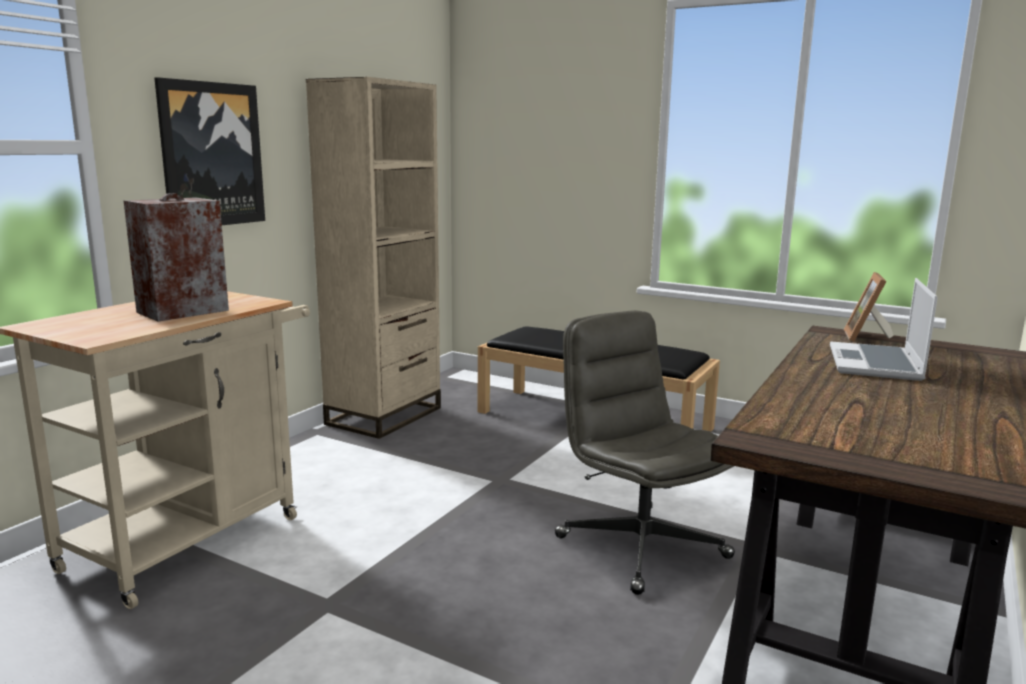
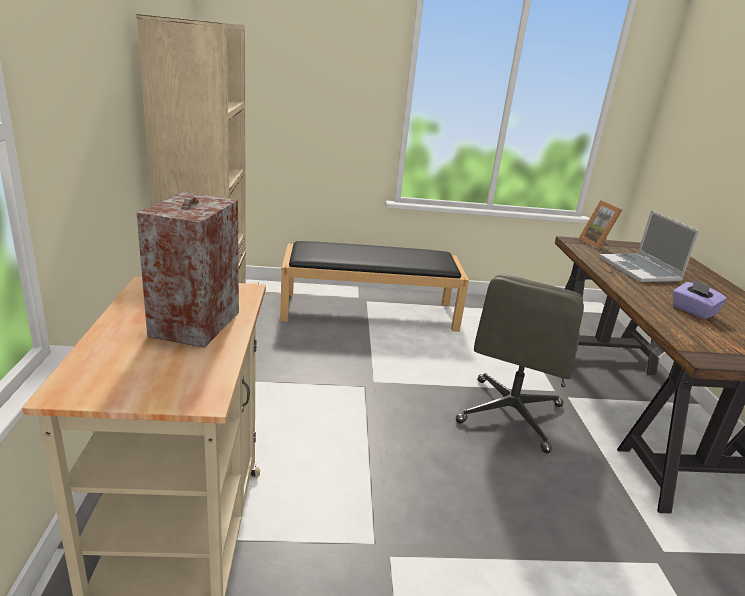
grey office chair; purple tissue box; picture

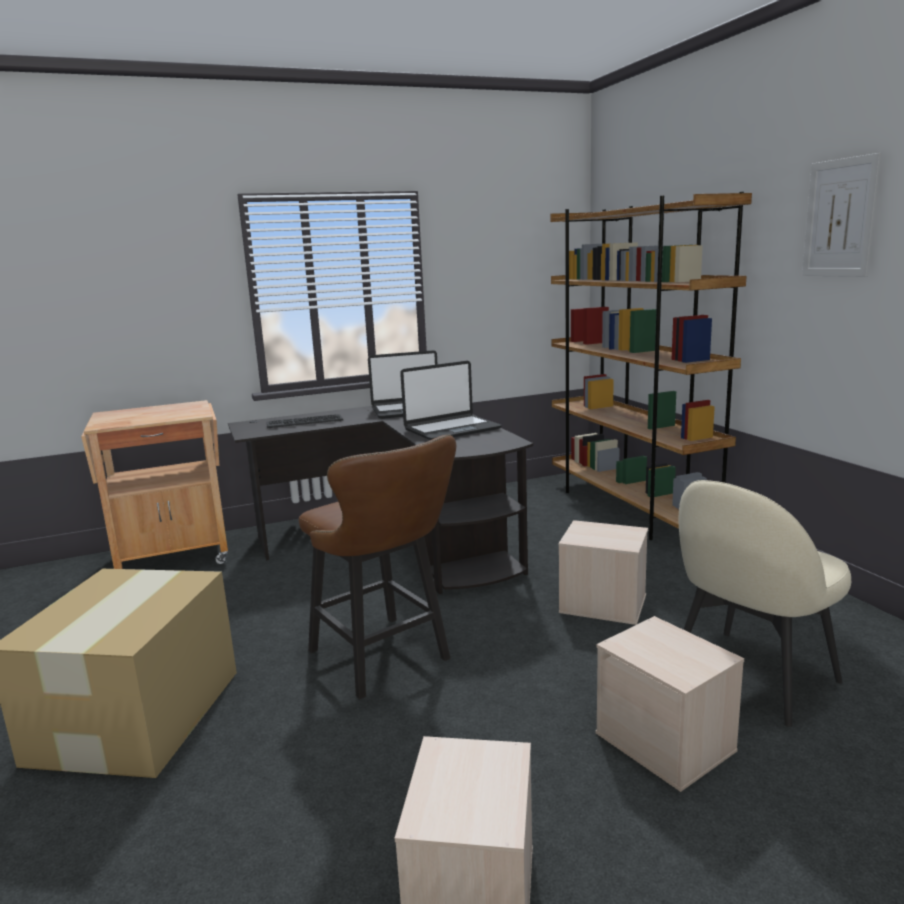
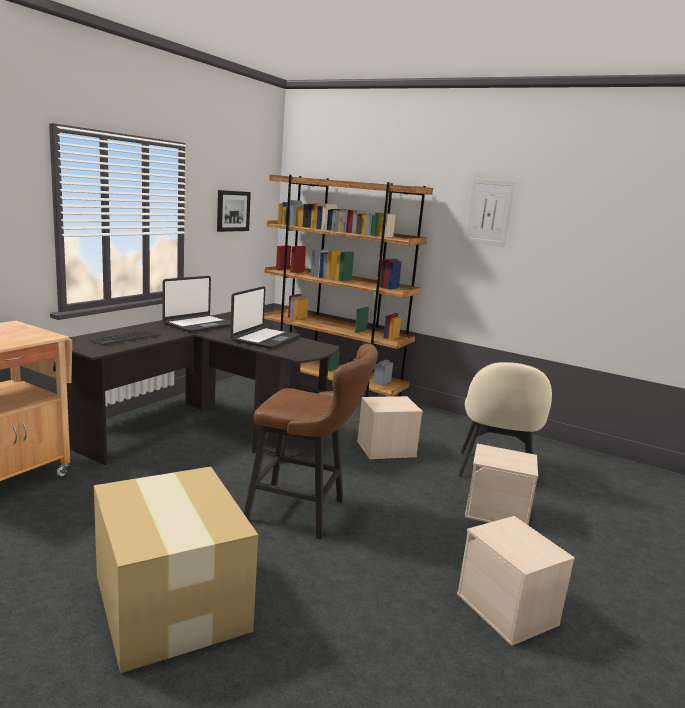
picture (1st from left)

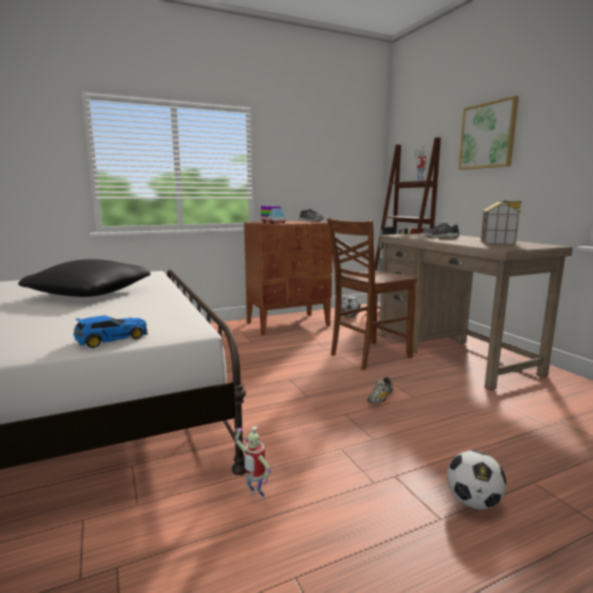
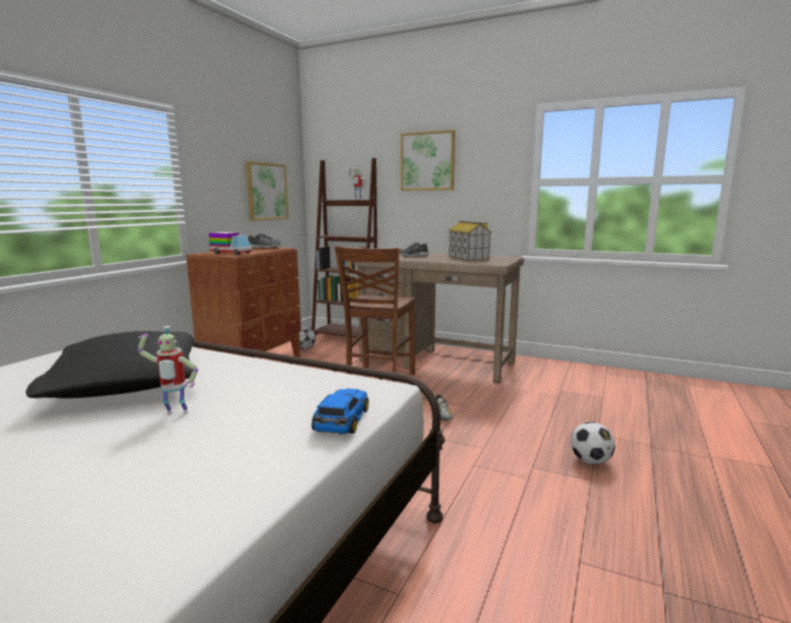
toy robot (1st from left); picture (1st from left)

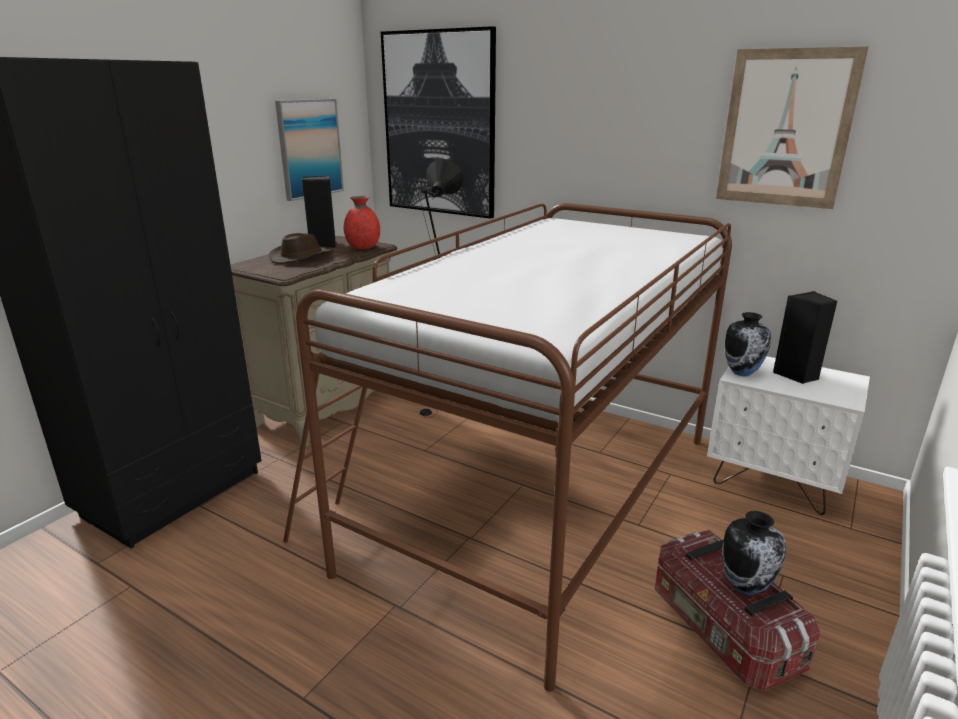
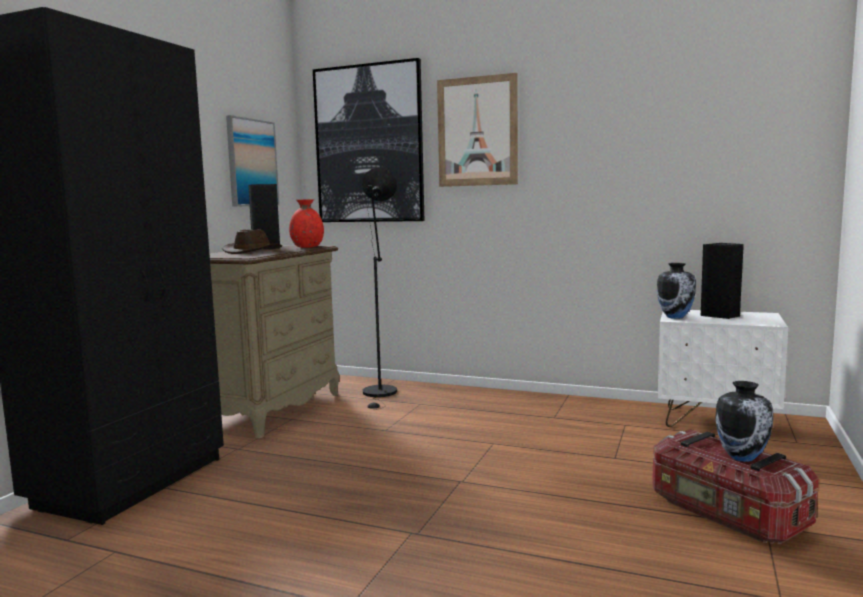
picture (3rd from left); brown bed

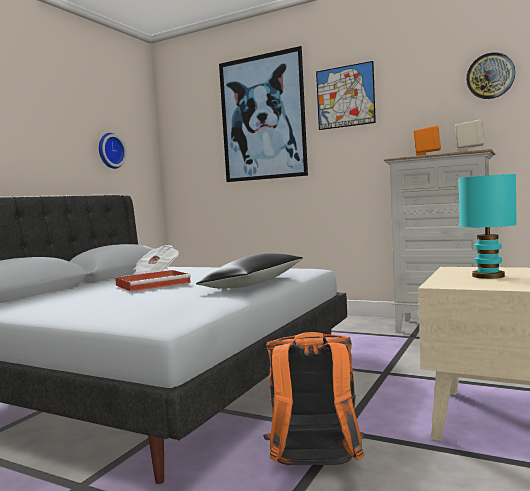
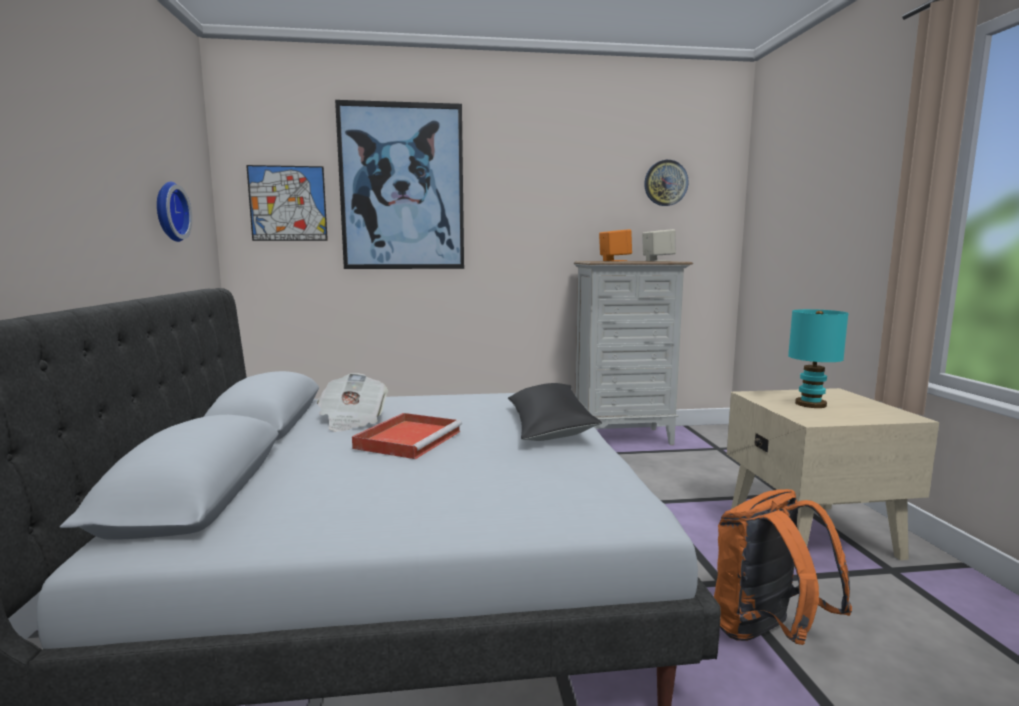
picture (1st from left)

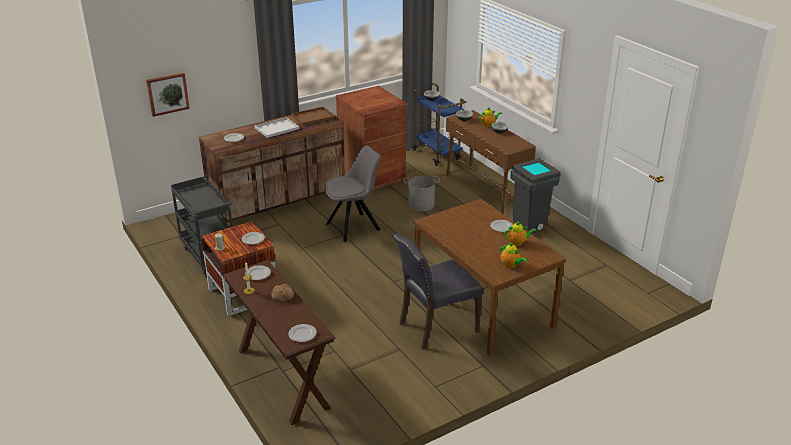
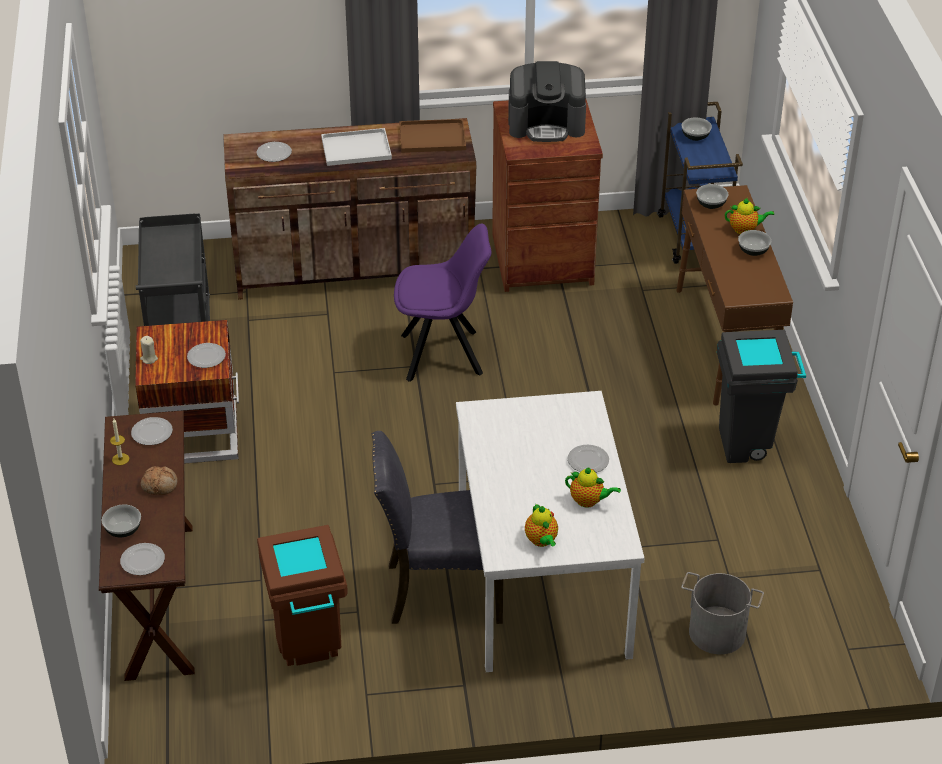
bowl (1st from left); brown trash can; purple chair; white dining table; coffee machine; grey bucket; picture

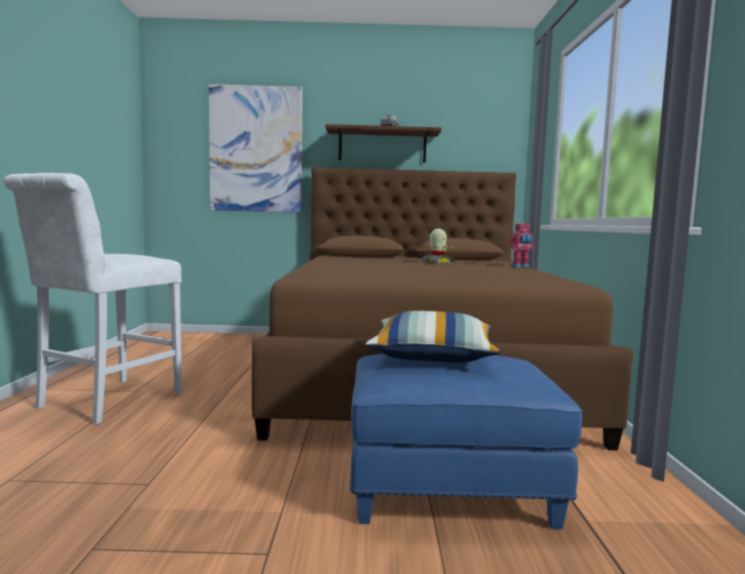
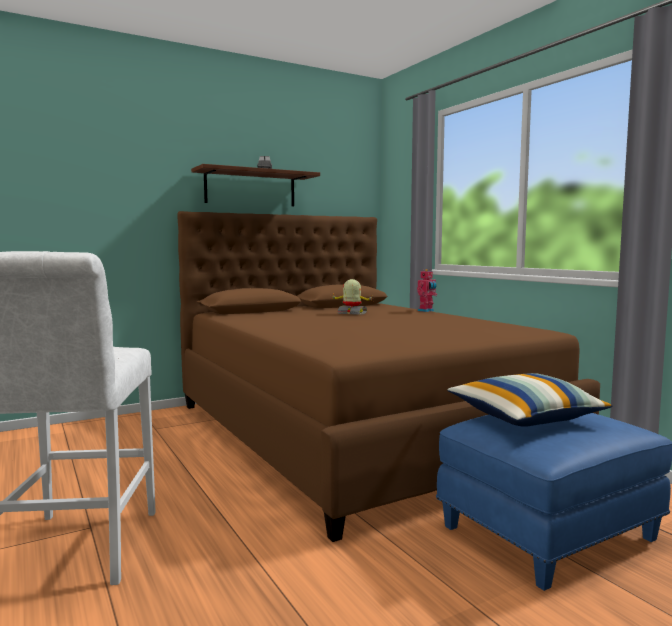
picture

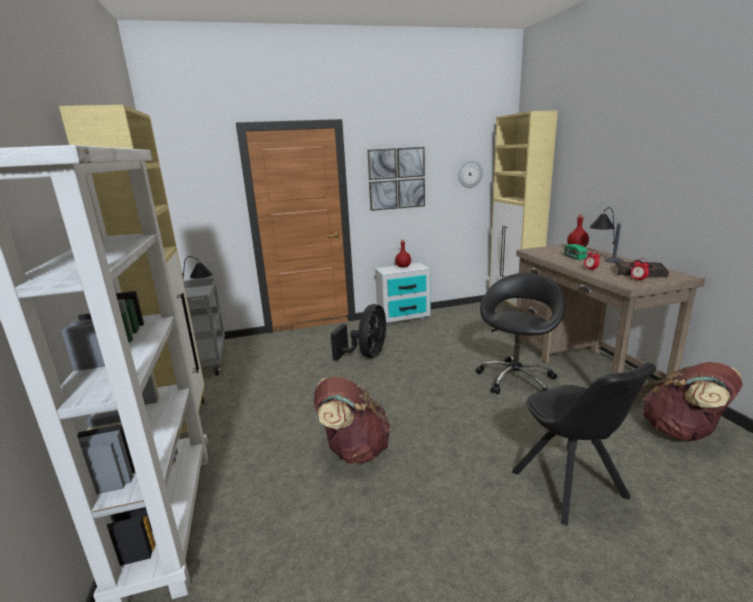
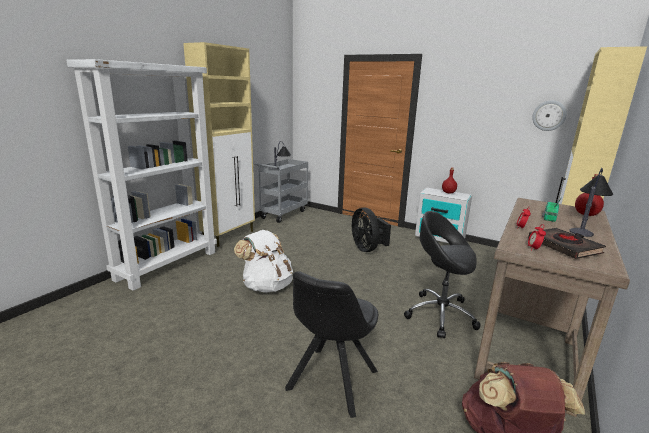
white backpack; black fan; black office chair; picture

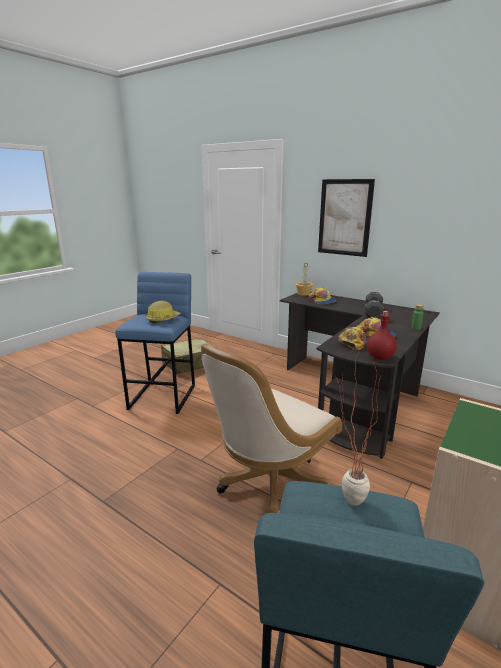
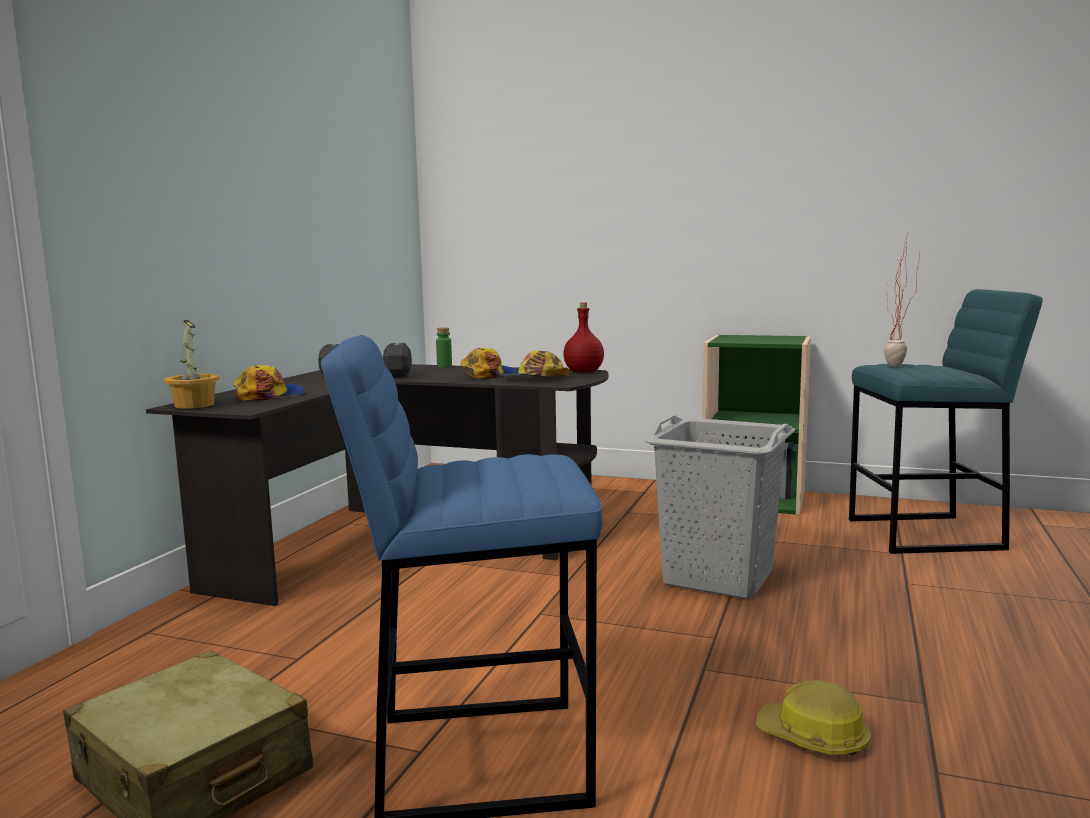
grey laundry basket; hard hat; picture

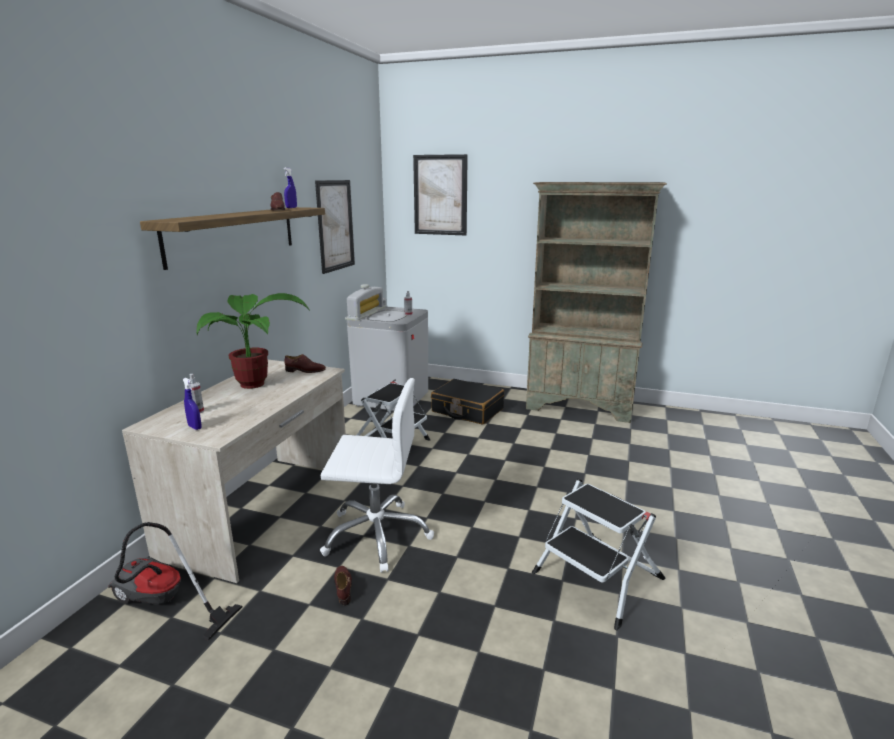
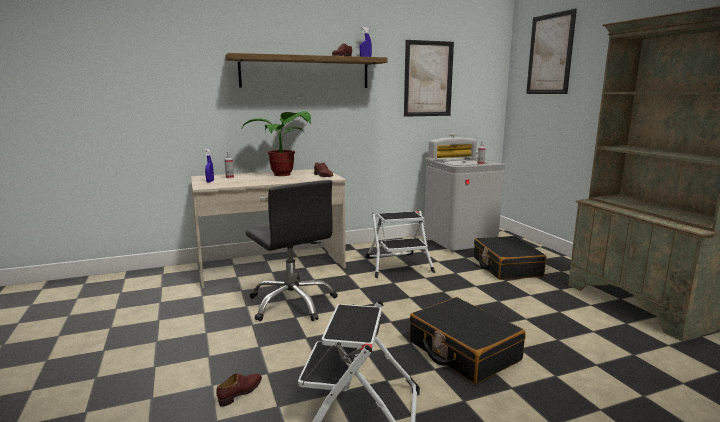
brown shoe (1st from left); black office chair; black suitcase (1st from left); vacuum cleaner

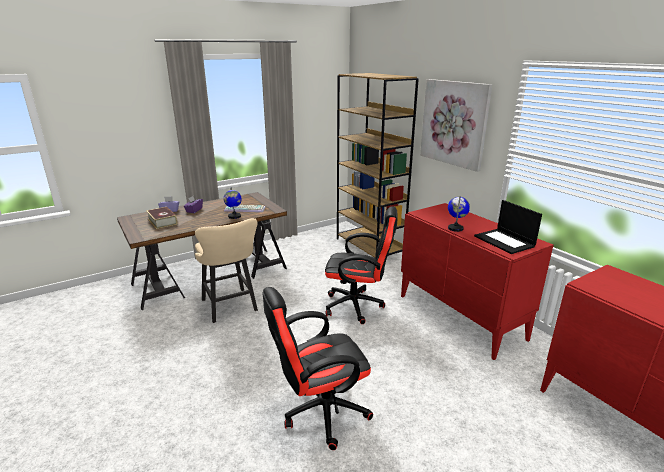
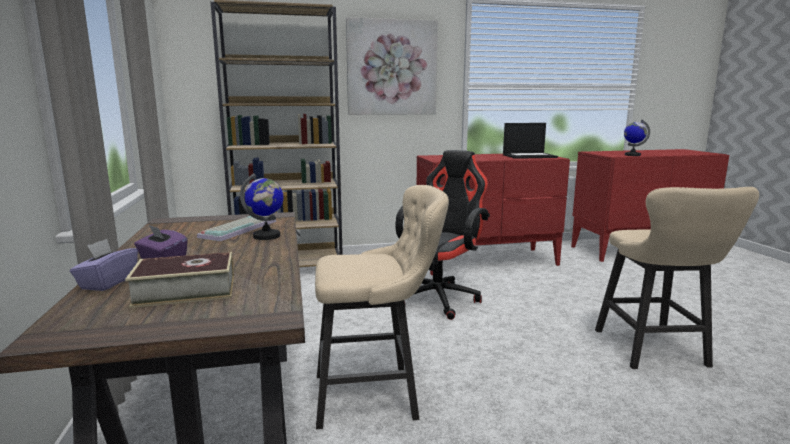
beige stool (2nd from left); globe (2nd from left)

